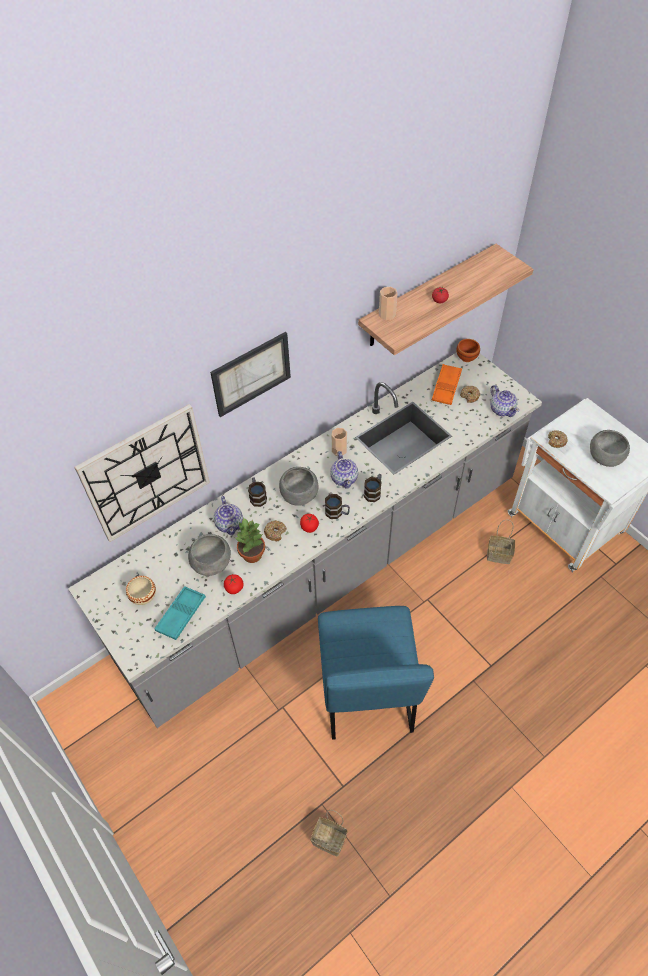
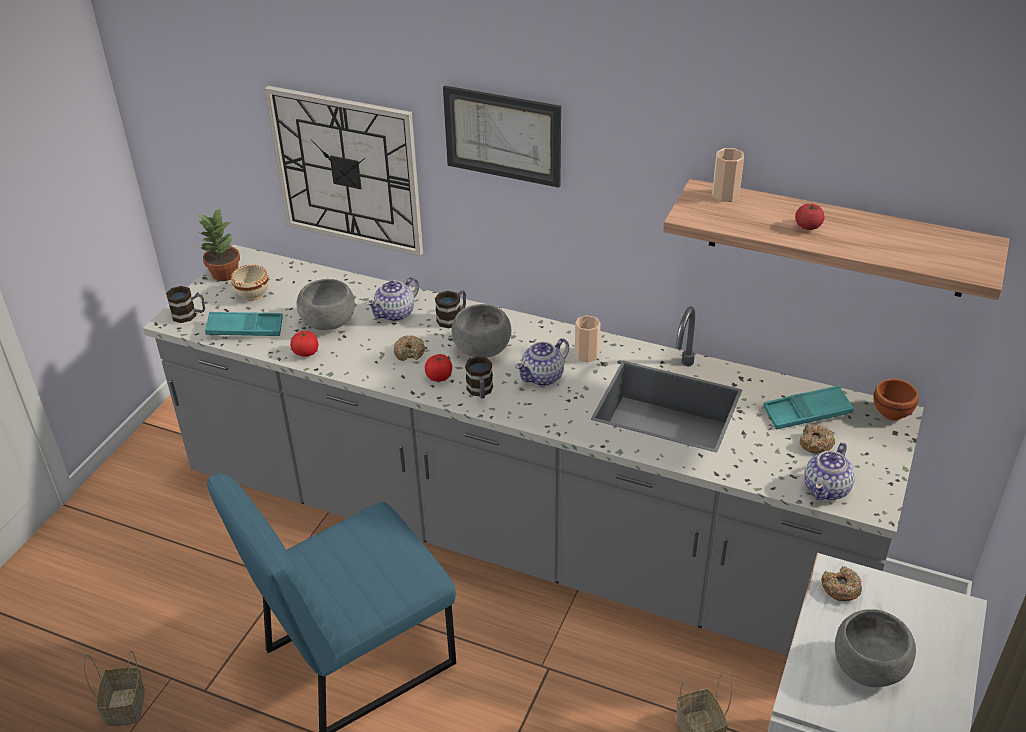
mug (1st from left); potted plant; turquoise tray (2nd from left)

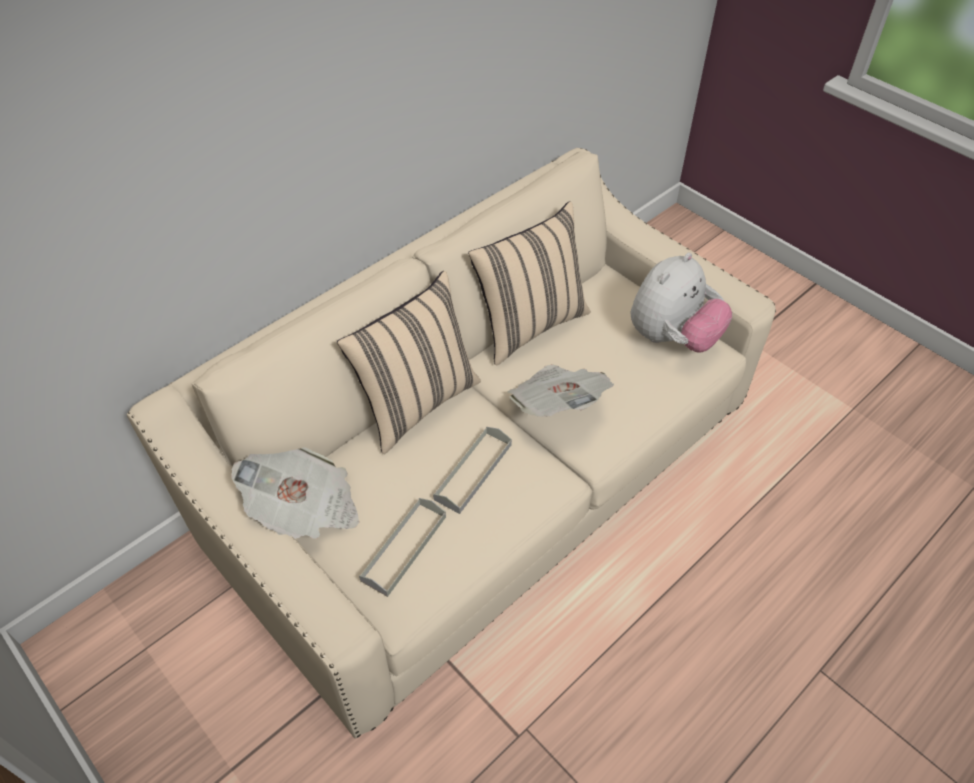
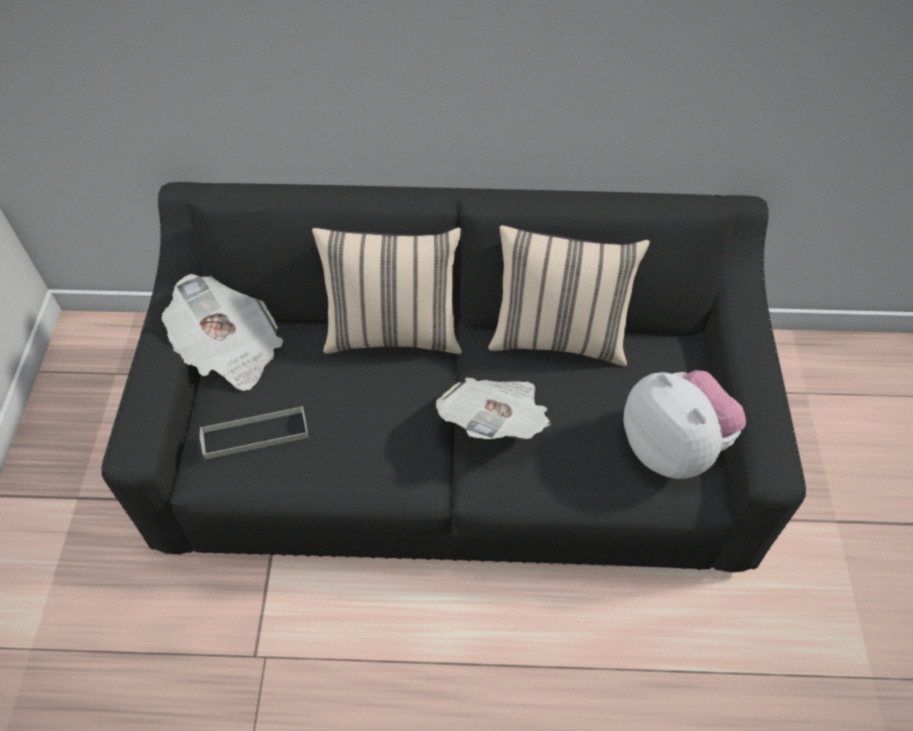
black sofa; plush toy; grey tray (2nd from left in the first image)

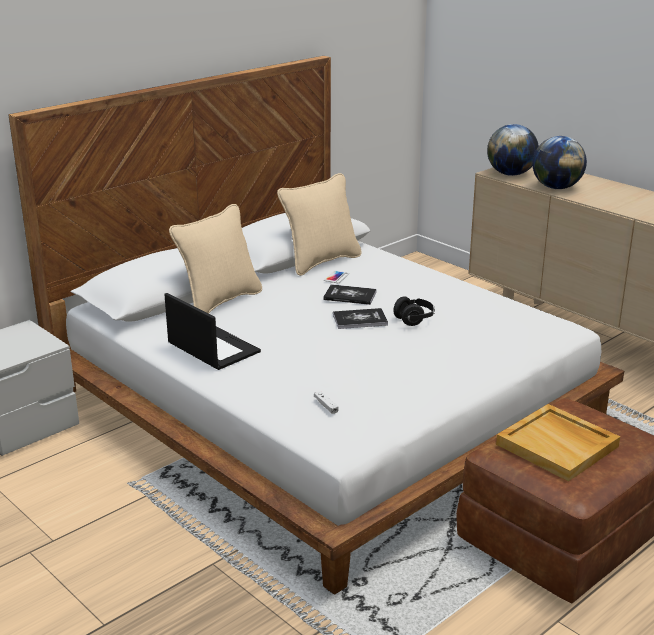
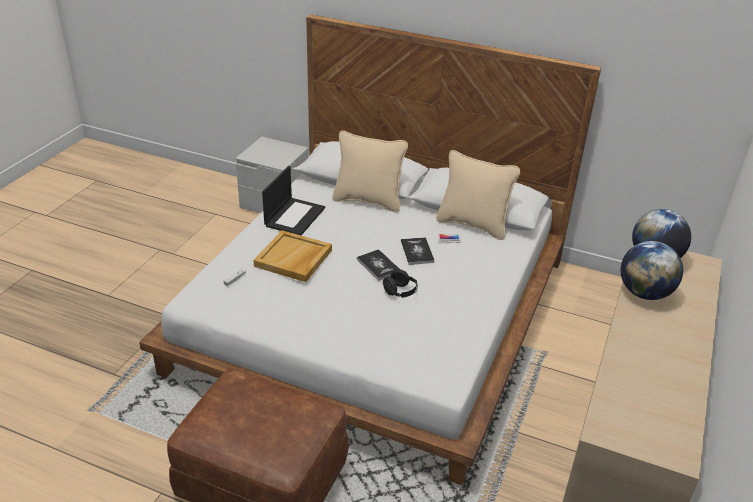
beige tray

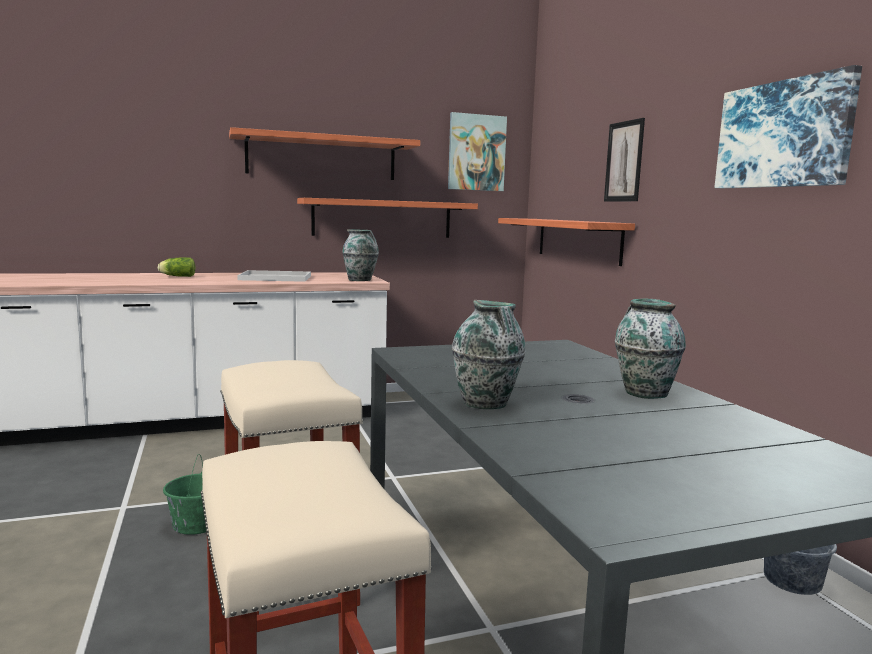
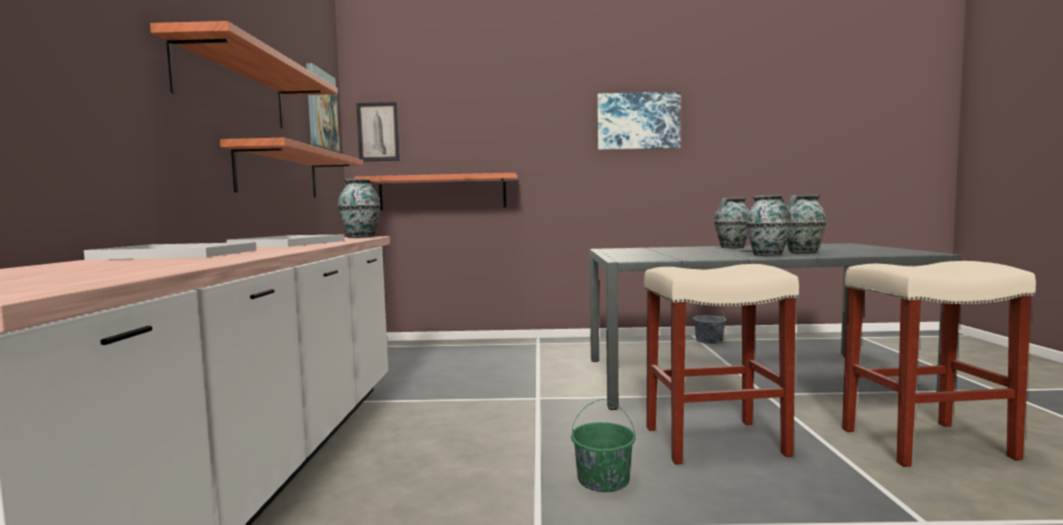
white tray (1st from left); picture (2nd from left); vase (4th from left)

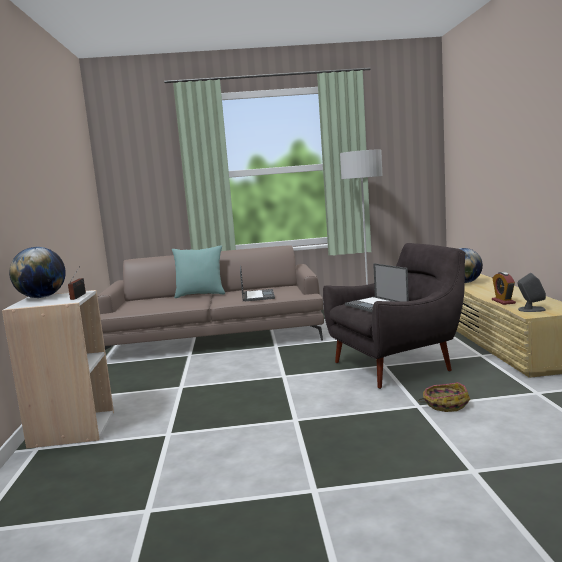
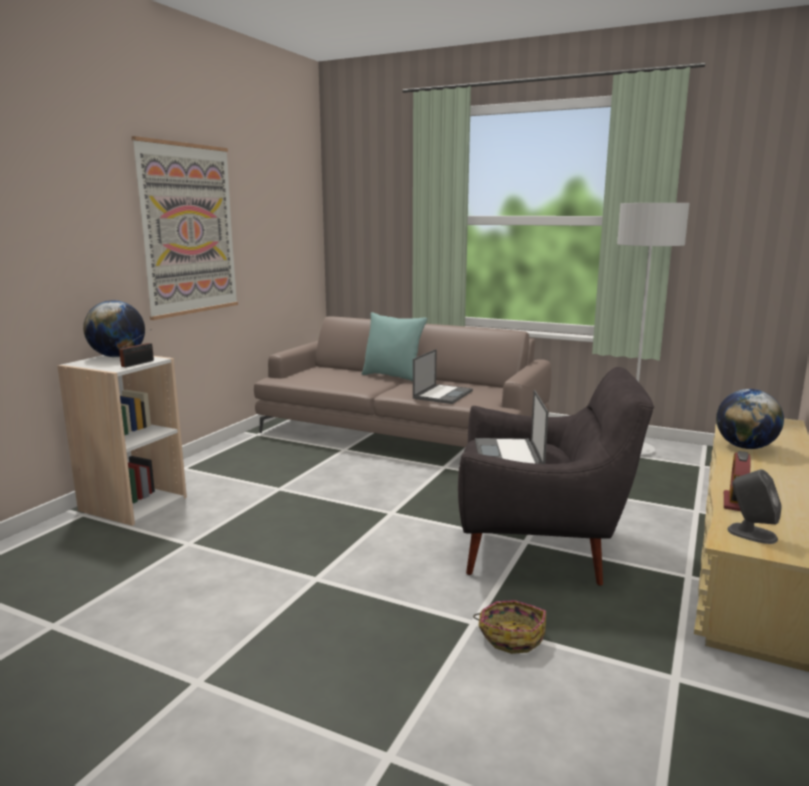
picture

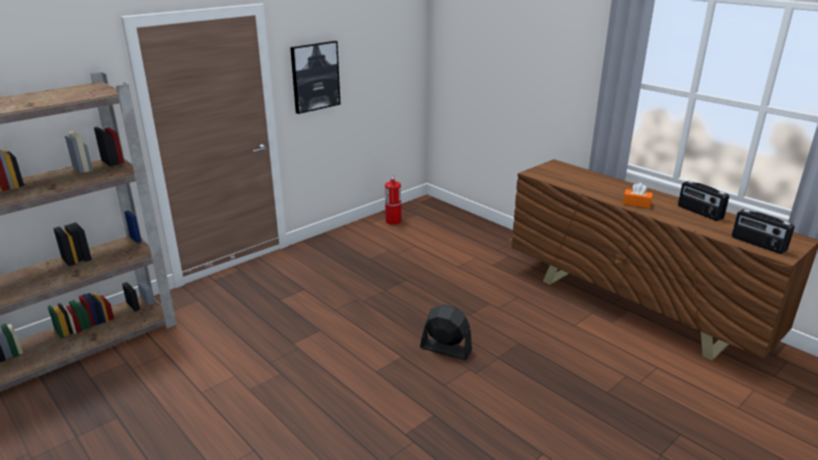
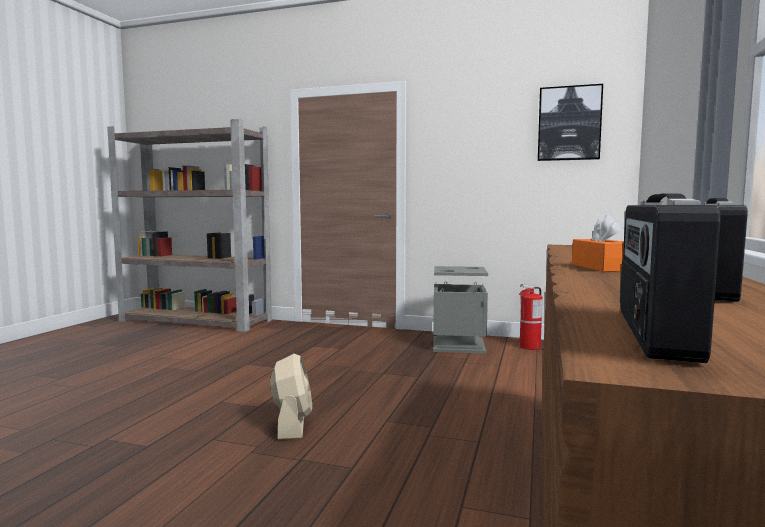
beige fan; grey trash can; picture

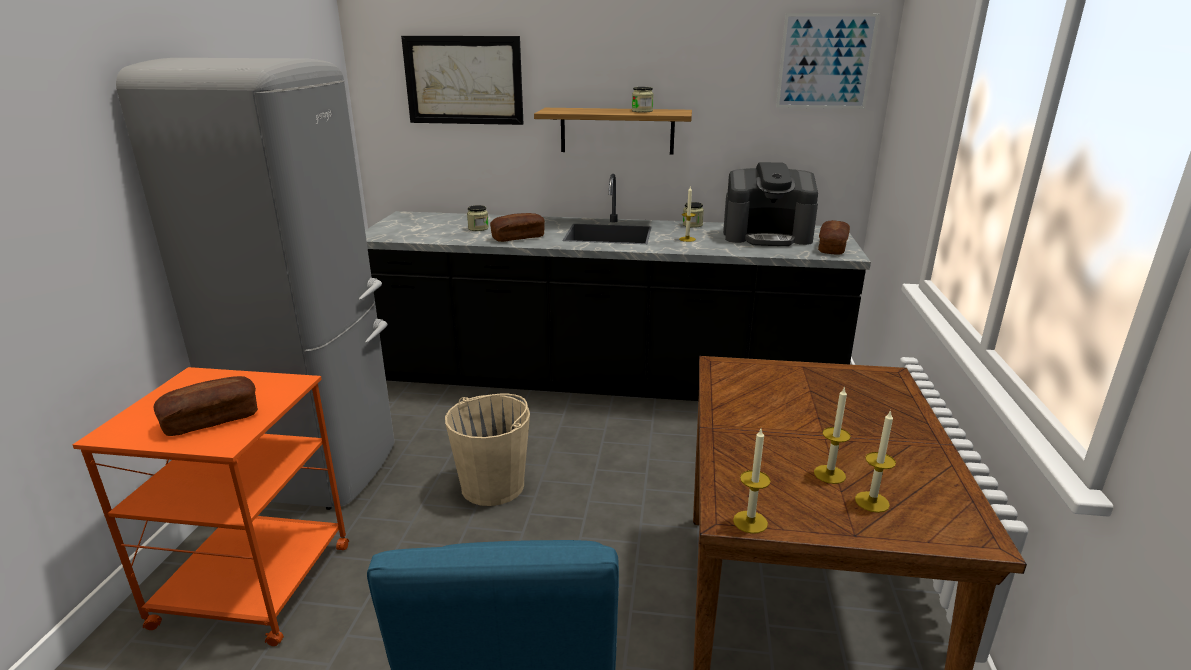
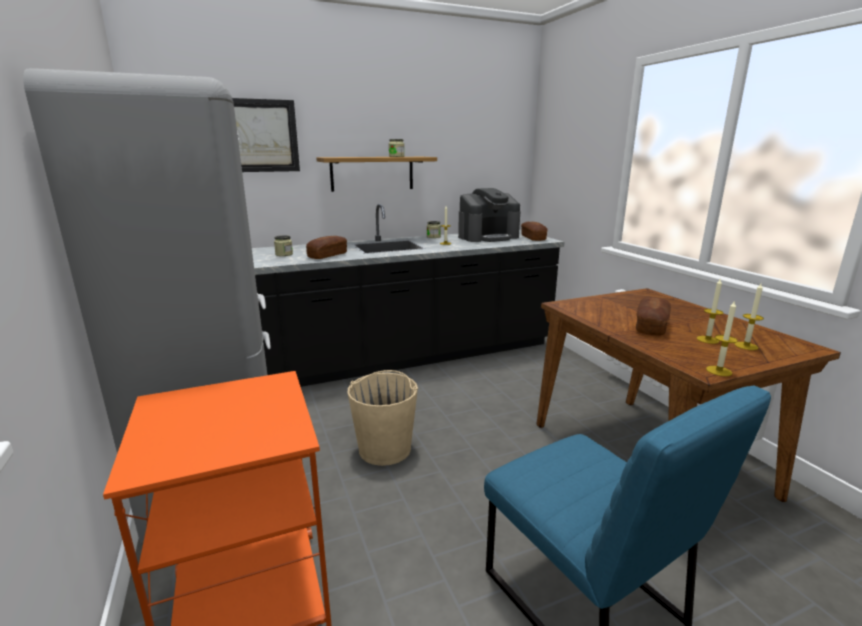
bread (3rd from left); picture (2nd from left in the first image)

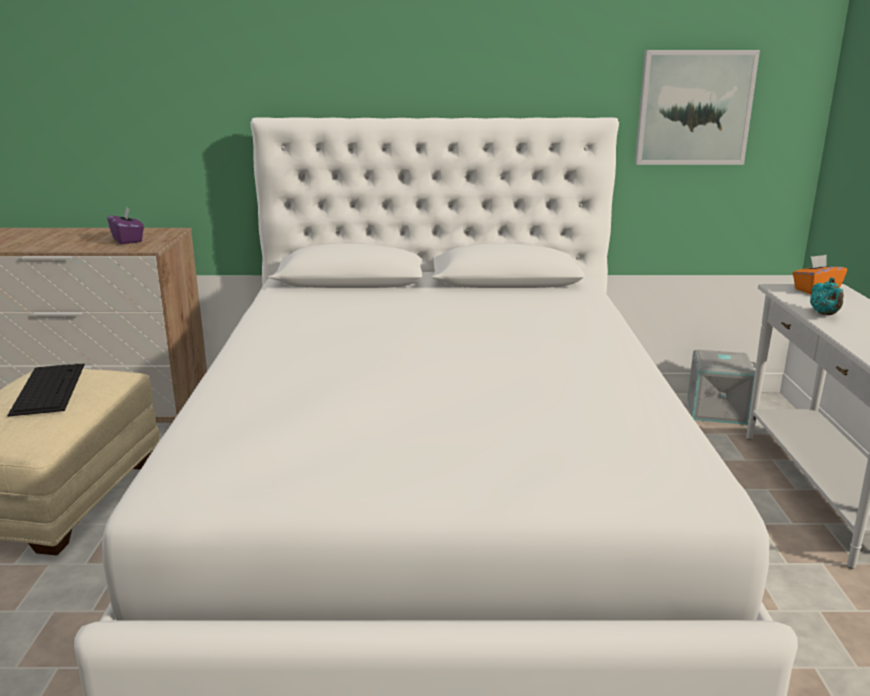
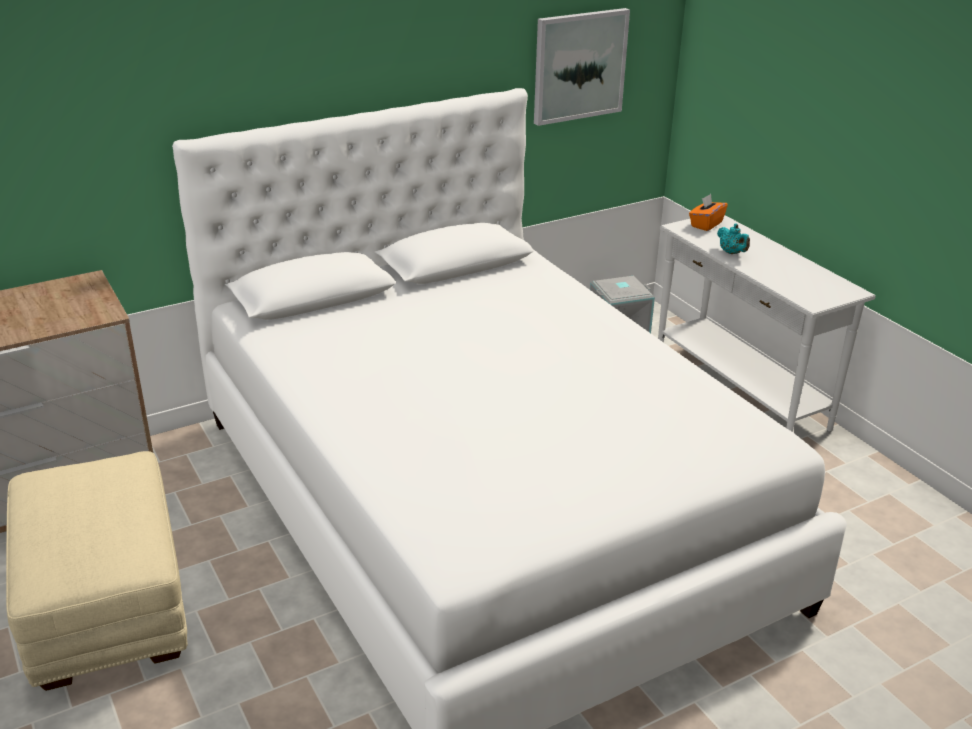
keyboard; purple tissue box

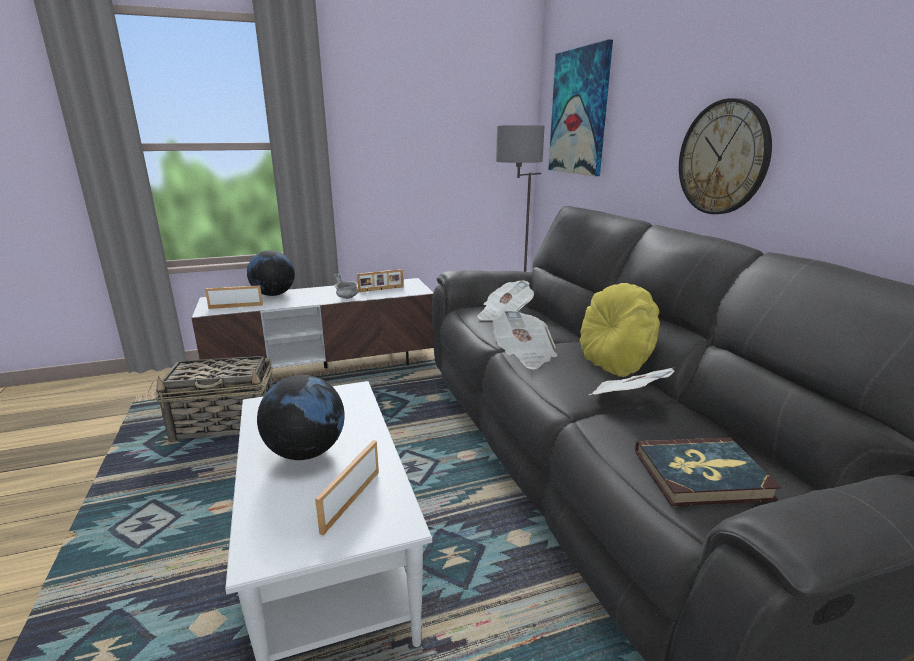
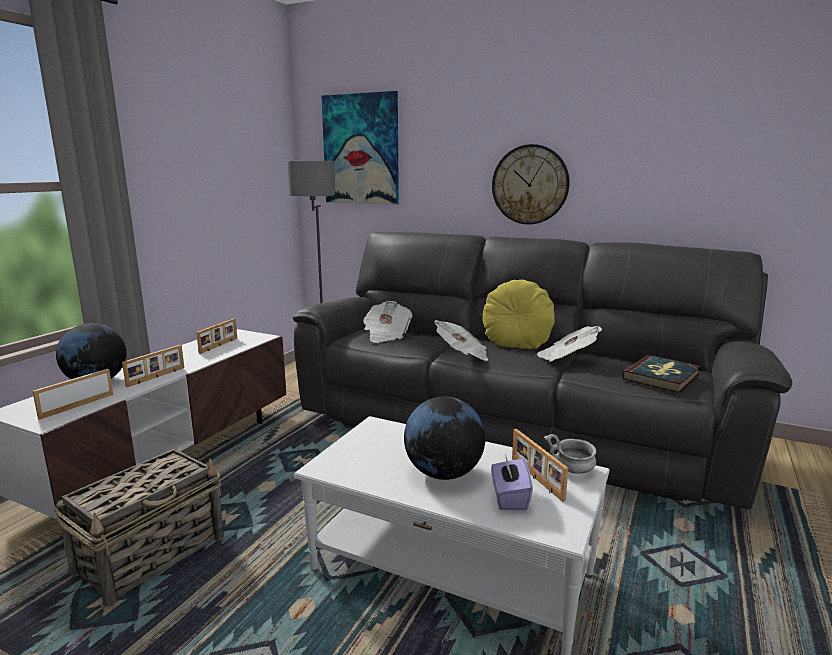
picture frame (2nd from left); purple tissue box; grey bowl

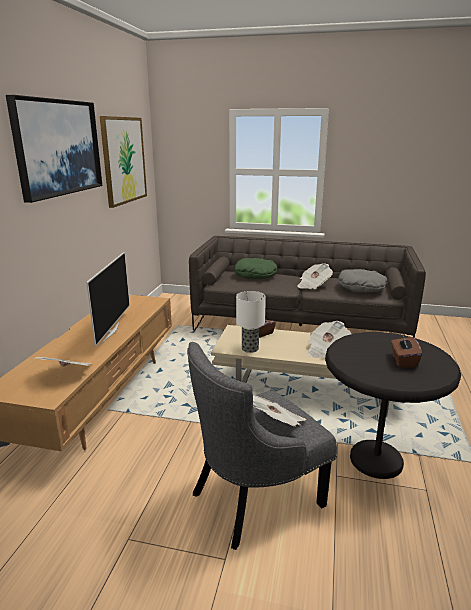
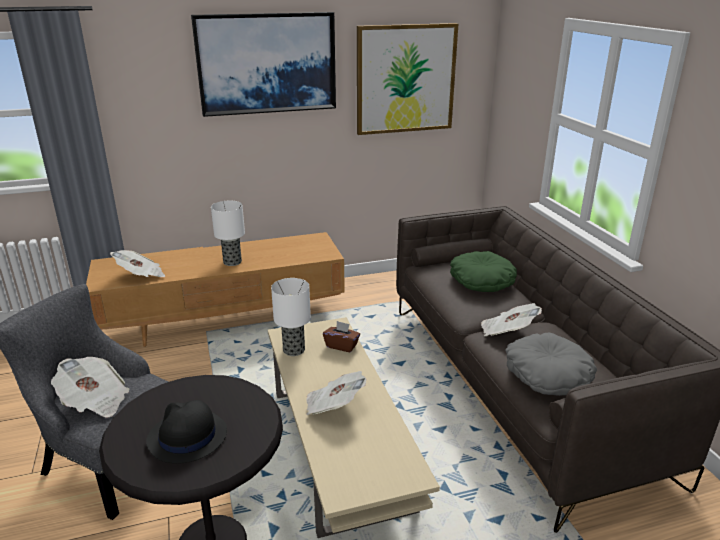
black hat; table lamp (1st from left)

